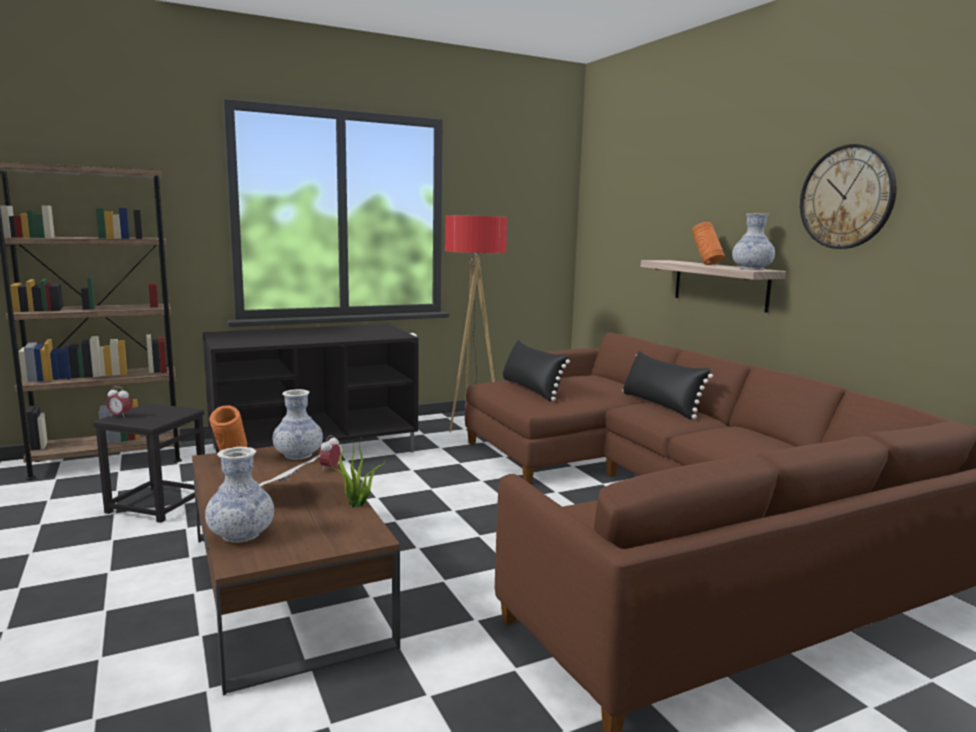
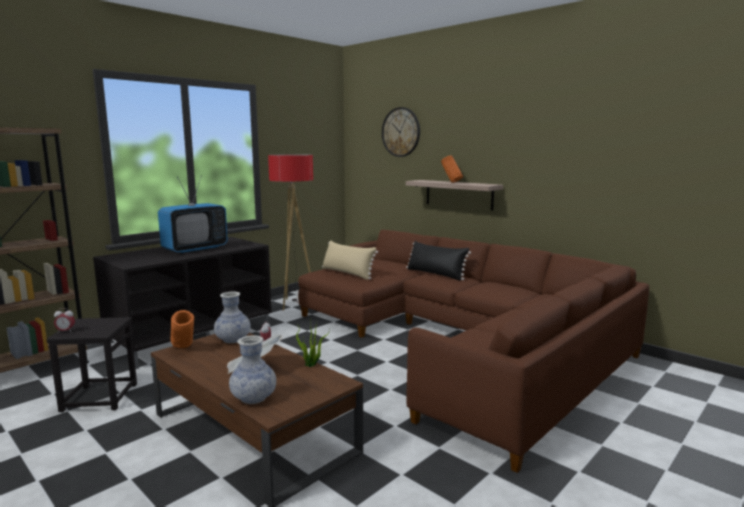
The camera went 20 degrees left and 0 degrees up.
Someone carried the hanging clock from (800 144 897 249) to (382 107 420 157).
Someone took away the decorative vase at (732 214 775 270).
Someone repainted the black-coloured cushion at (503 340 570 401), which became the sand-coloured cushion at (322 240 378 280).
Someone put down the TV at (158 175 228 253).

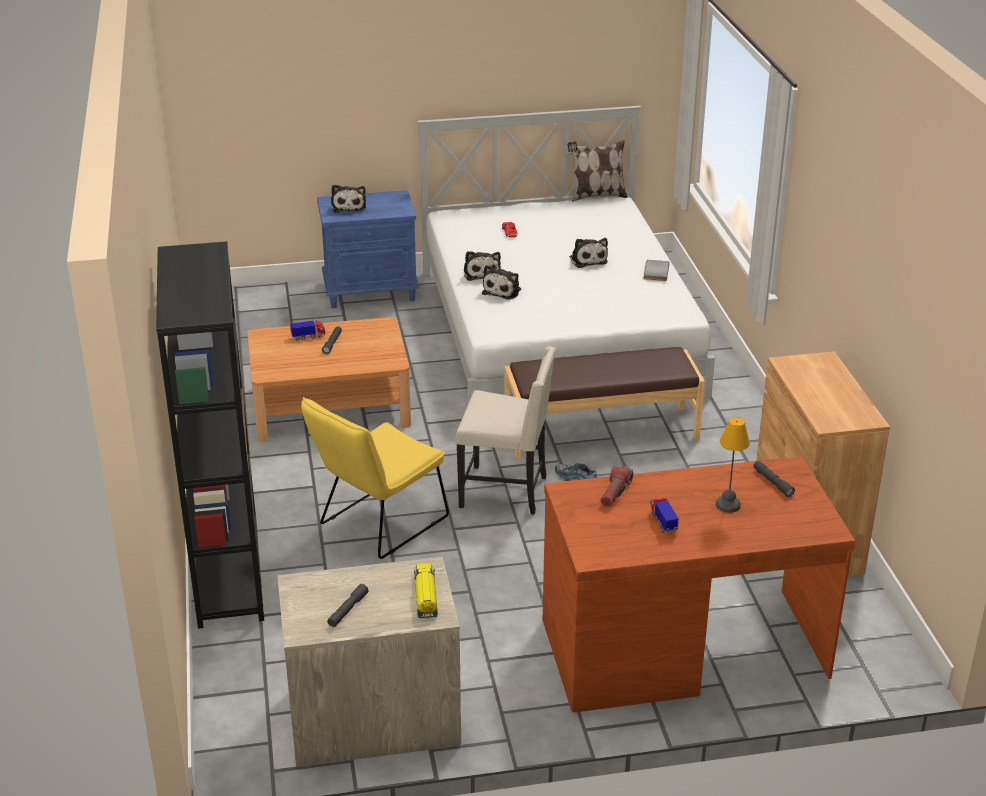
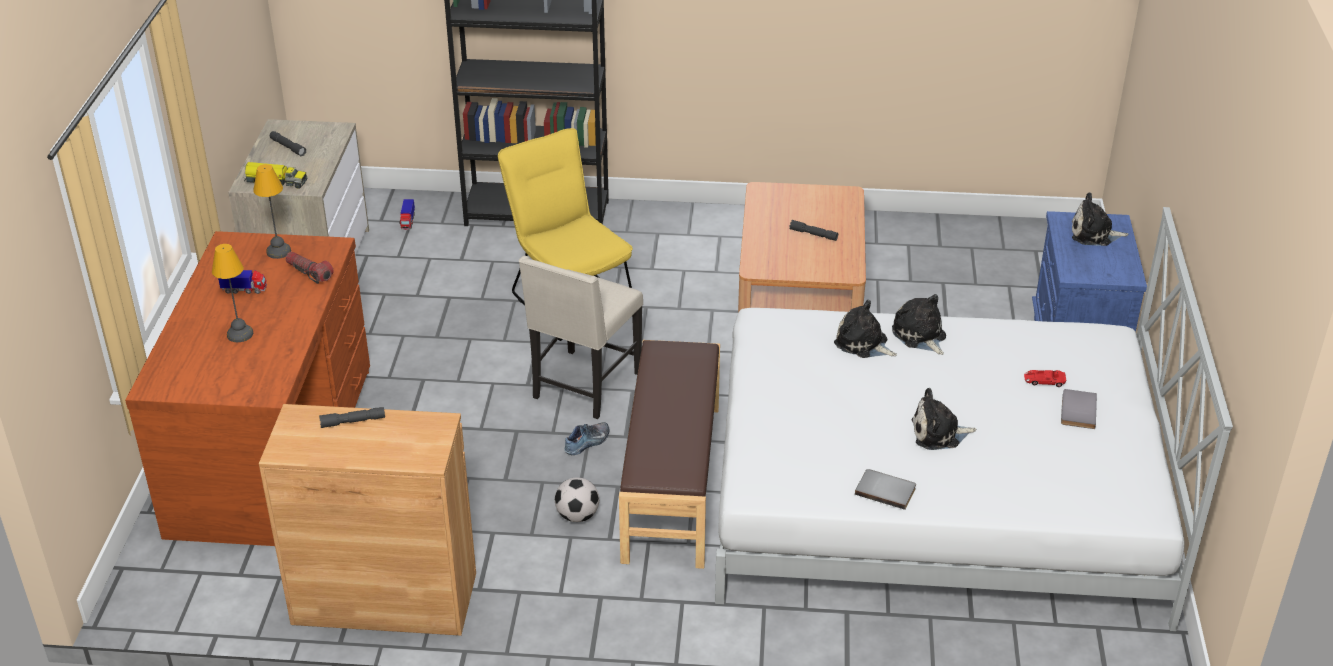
The camera went 105 degrees right and 5 degrees up.
Someone took away the cushion at (567 140 628 202).
Someone rotated the plush toy at (464 251 501 281) by 60 degrees clockwise.
Someone carried the model truck from (290 320 325 341) to (399 199 415 230).
Someone carried the grey flashlight from (753 461 795 497) to (319 407 385 428).
Someone put down the lamp for a table at (253 164 291 259).
Someone put down the grey volume at (1061 389 1097 429).
Someone put down the football ball at (555 478 599 522).

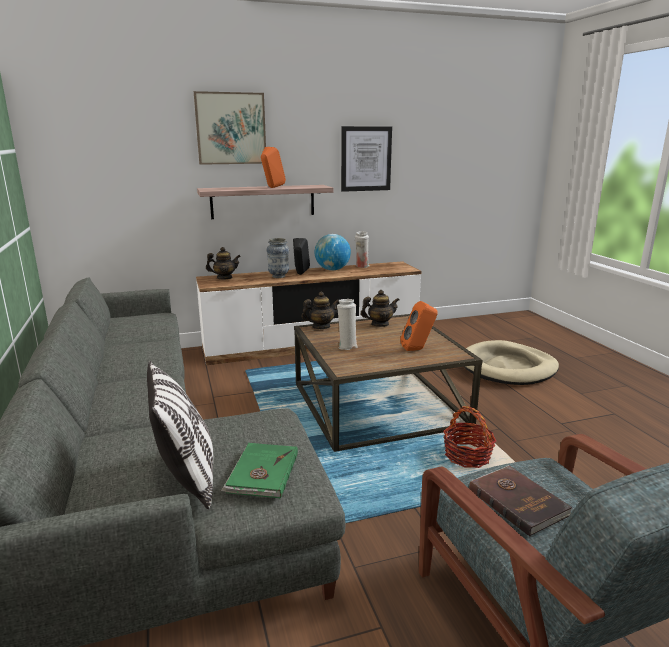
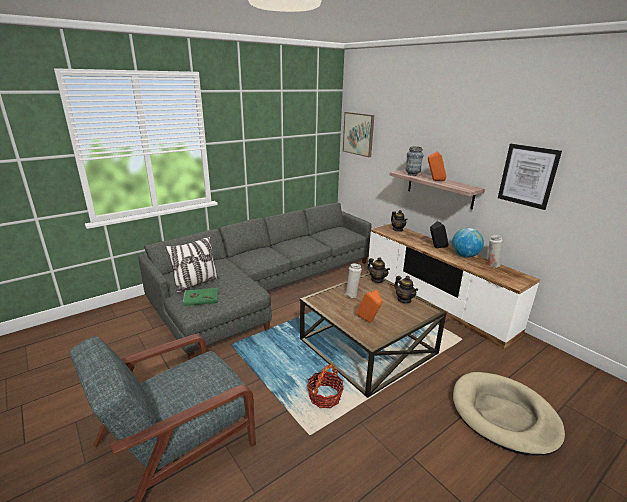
The camera went 70 degrees right and 5 degrees up.
Someone carried the wall art from (194 91 266 165) to (343 112 374 157).
Someone carried the decorative vase from (267 238 289 278) to (405 146 424 176).
Someone took away the brown-coloured volume at (469 465 573 537).

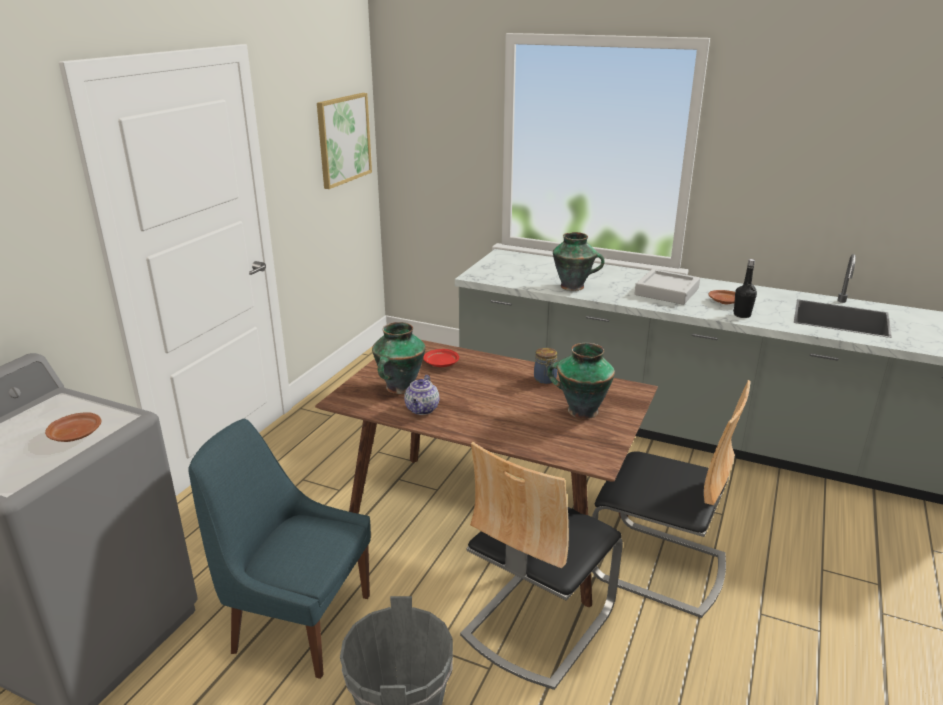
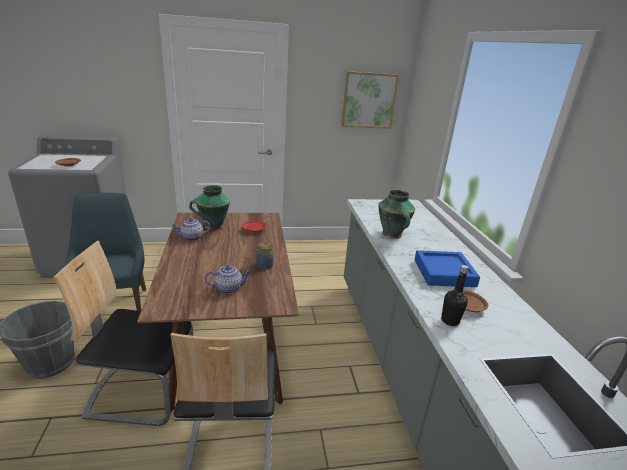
The camera went 55 degrees right and 0 degrees up.
Someone repainted the grey tray at (635 269 700 305), which became the blue tray at (414 250 480 287).
Someone swapped the decorative vase at (547 343 615 419) for the teapot at (205 265 251 294).

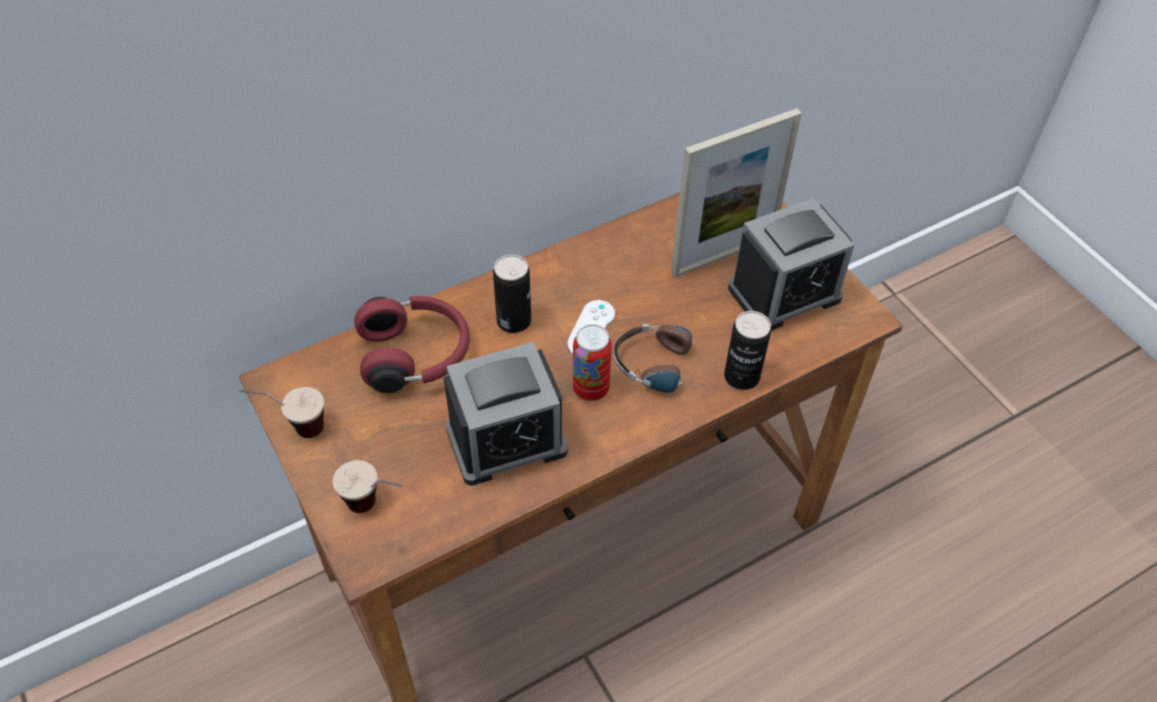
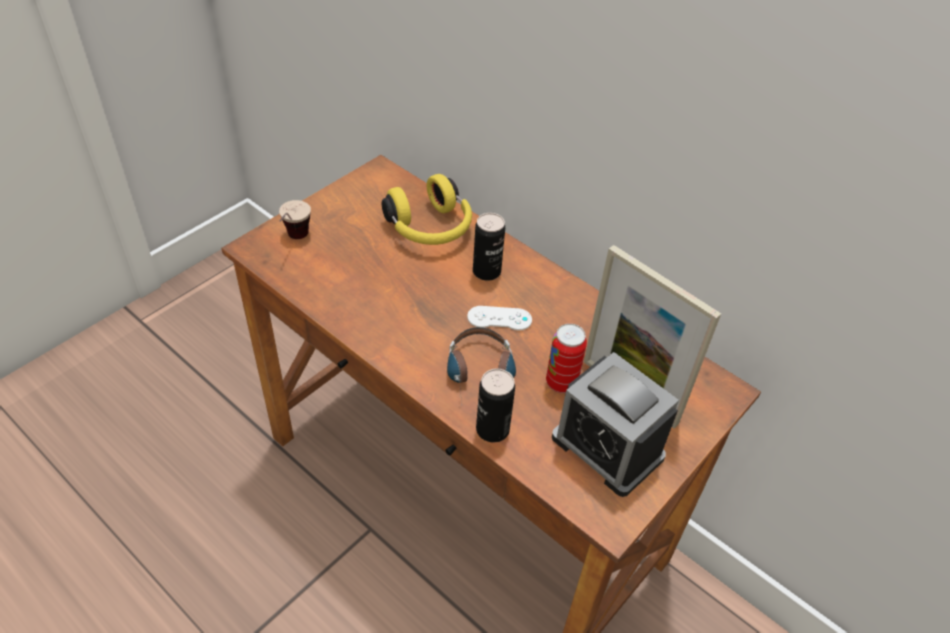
The camera went 70 degrees right and 5 degrees down.
Someone repainted the red headset at (354 296 470 393), which became the yellow headset at (382 174 472 245).
Someone carried the can from (573 324 612 401) to (546 323 587 393).
Someone took away the alarm clock at (443 342 568 486).
Someone took away the drinking cup at (239 387 324 438).

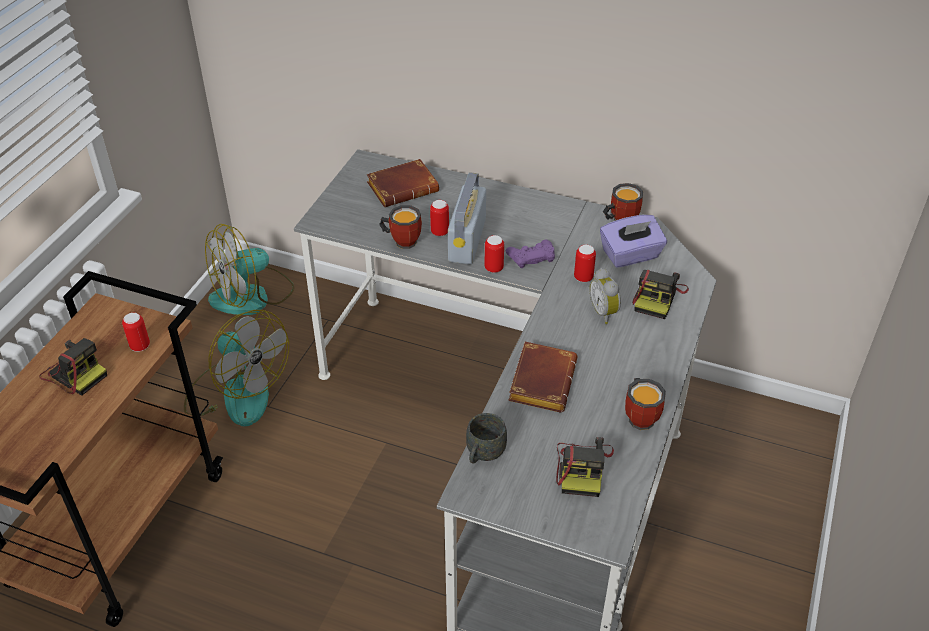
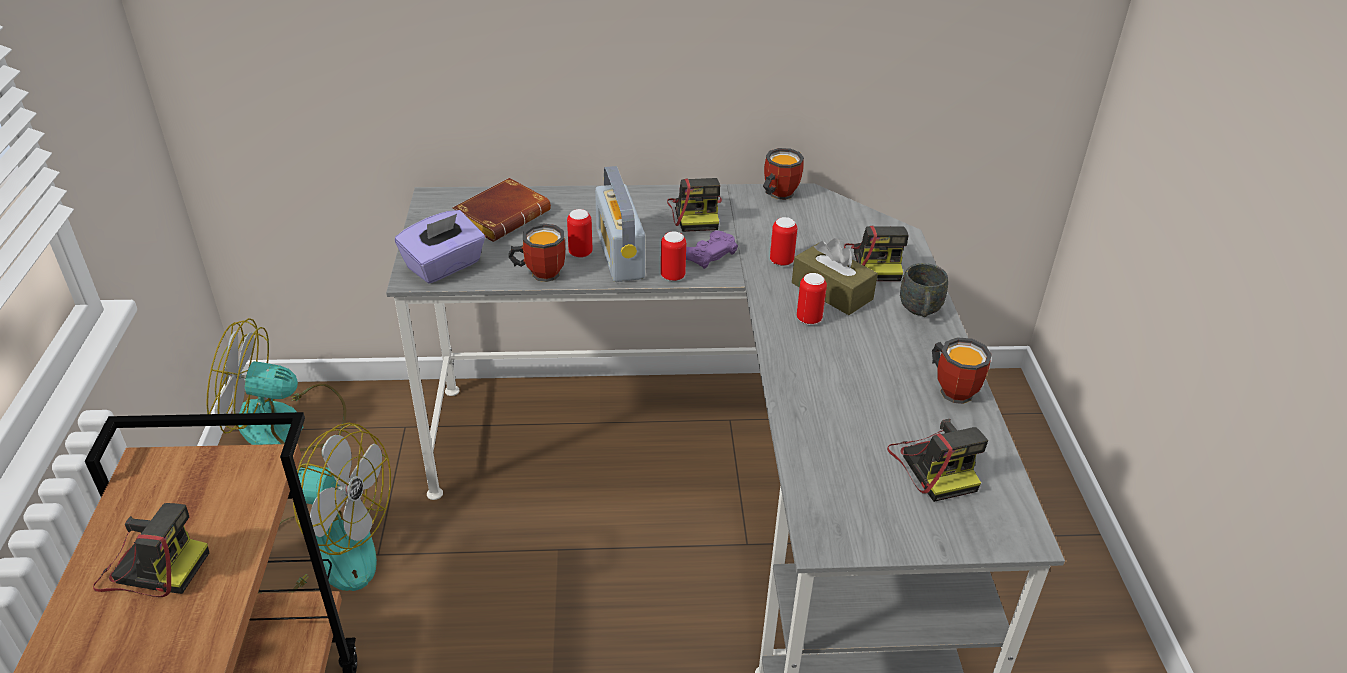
The camera went 25 degrees left and 5 degrees down.
Someone carried the purple-coloured box of tissues from (600 215 667 268) to (395 210 485 284).
Someone rotated the electric fan at (205 224 295 315) by 60 degrees clockwise.
Someone swapped the alarm clock at (589 268 621 324) for the brown-coloured box of tissues at (792 238 878 315).
Someone carried the can from (122 313 150 352) to (797 273 827 325).
Someone took away the brown-coloured volume at (508 342 577 412).
Someone carried the grey mug from (466 413 507 463) to (900 263 948 317).
Someone put down the photo camera at (667 178 722 232).

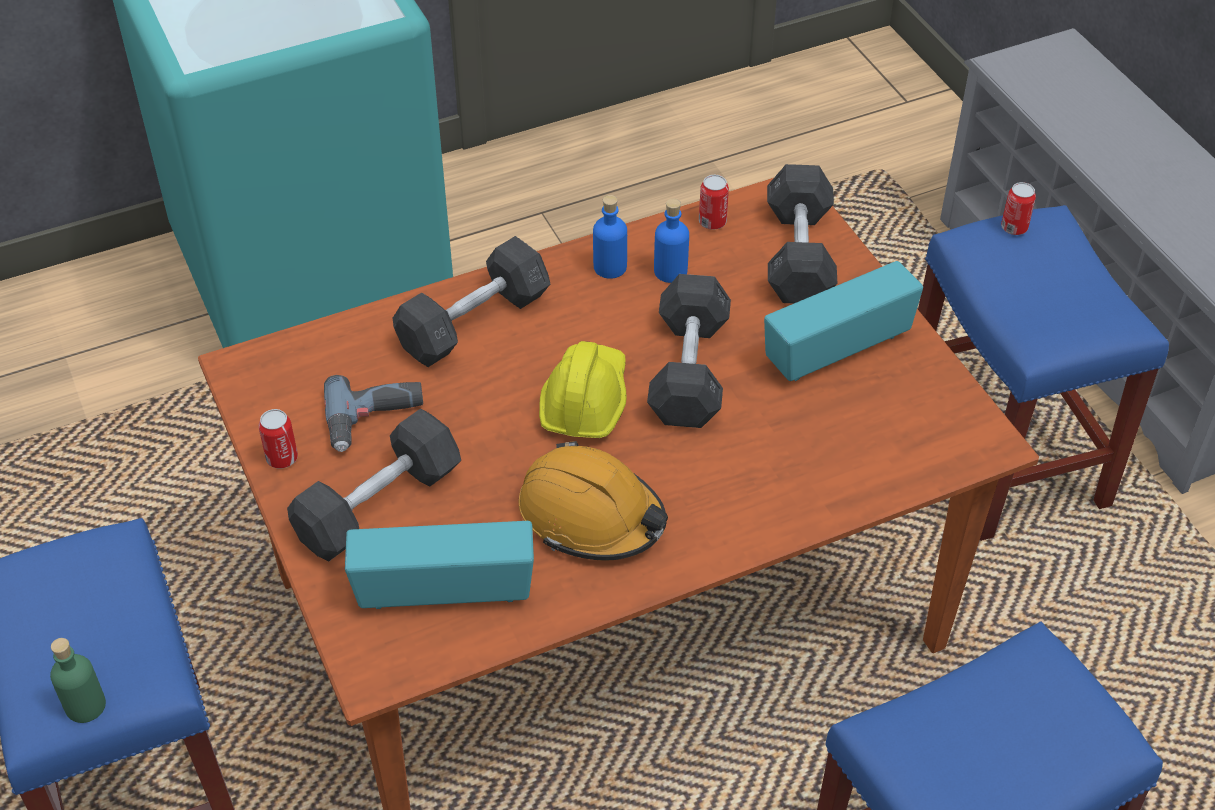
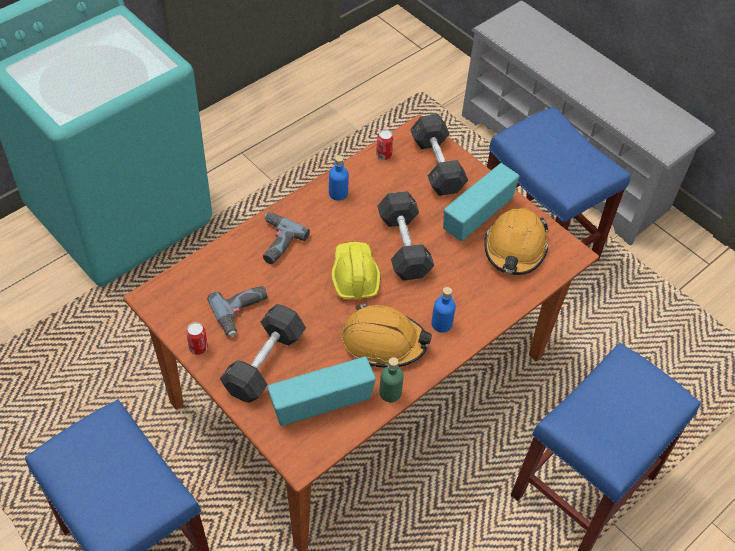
The camera went 20 degrees left and 5 degrees up.
Someone took away the can at (1001 182 1036 235).
Someone carried the blue drink bottle from (654 199 689 283) to (431 287 456 333).
Someone swapped the grey free weight at (393 236 550 367) for the drill at (263 212 310 264).
Someone carried the green drink bottle from (50 638 106 723) to (379 357 404 402).
Someone put down the orange hard hat at (484 208 548 275).

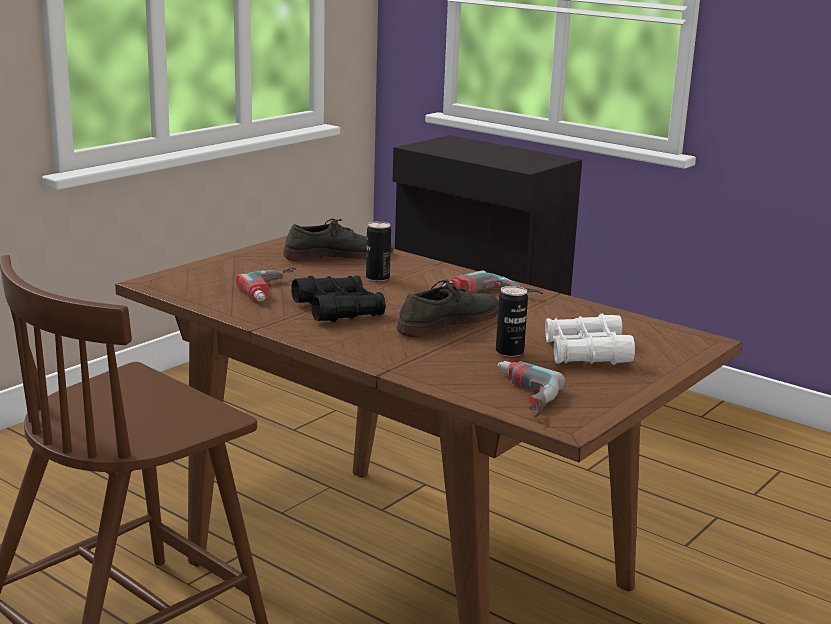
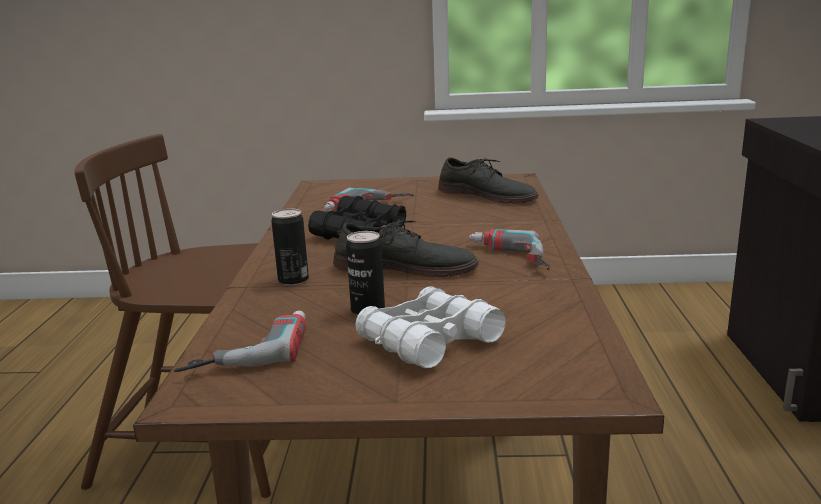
The camera went 55 degrees right and 0 degrees up.
Someone carried the can from (366 221 391 281) to (271 209 309 285).

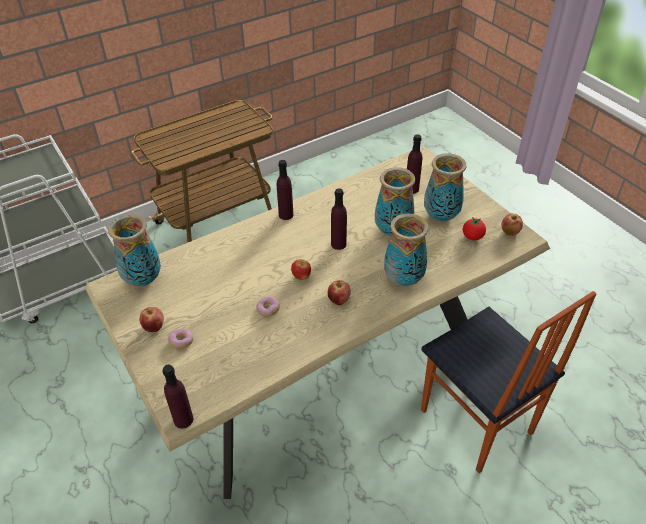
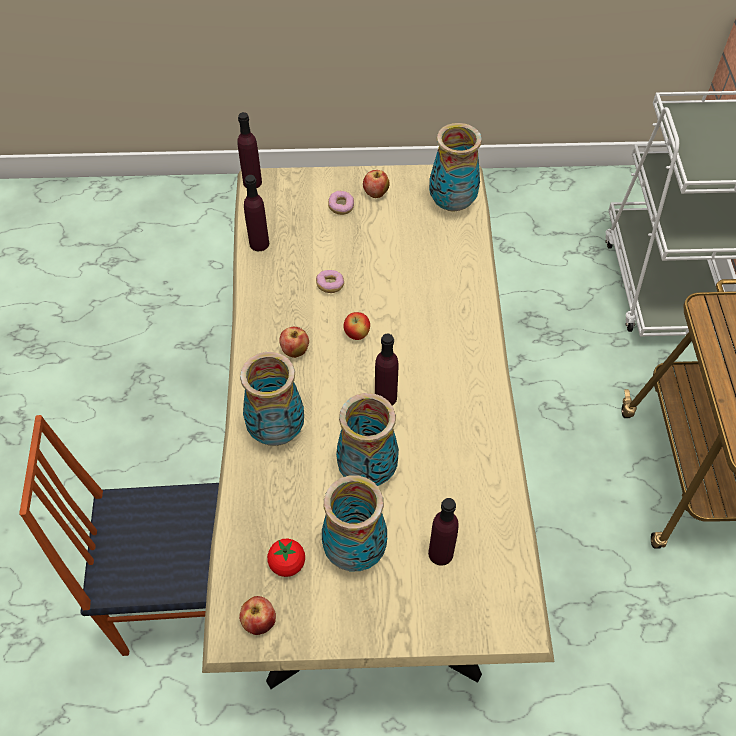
The camera went 120 degrees right and 10 degrees up.
Someone carried the purple-coloured drink bottle from (277 160 293 220) to (244 175 269 251).

